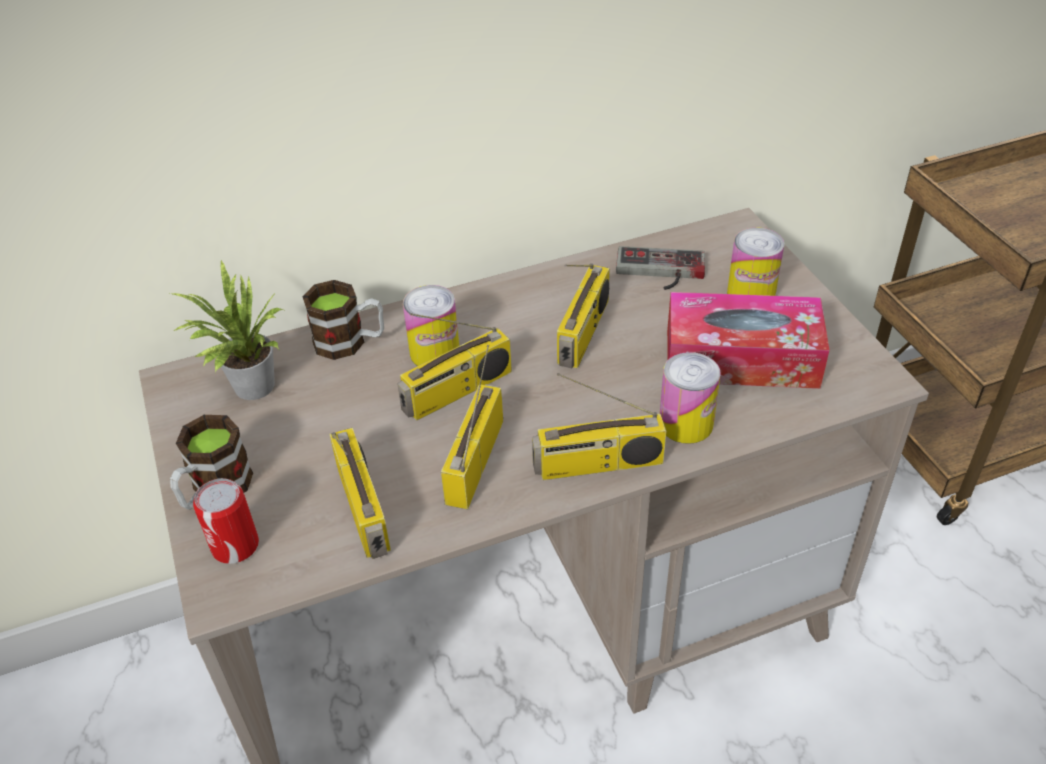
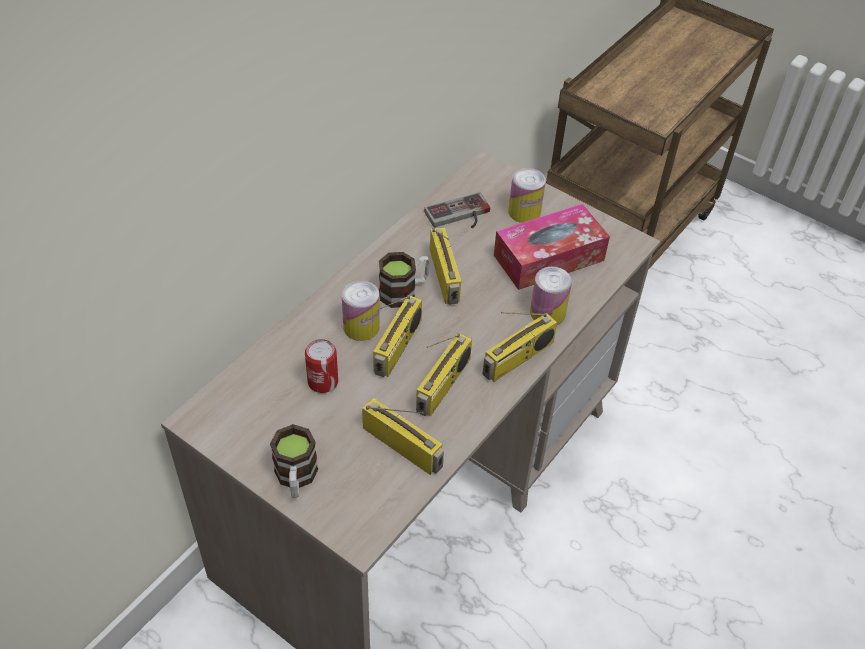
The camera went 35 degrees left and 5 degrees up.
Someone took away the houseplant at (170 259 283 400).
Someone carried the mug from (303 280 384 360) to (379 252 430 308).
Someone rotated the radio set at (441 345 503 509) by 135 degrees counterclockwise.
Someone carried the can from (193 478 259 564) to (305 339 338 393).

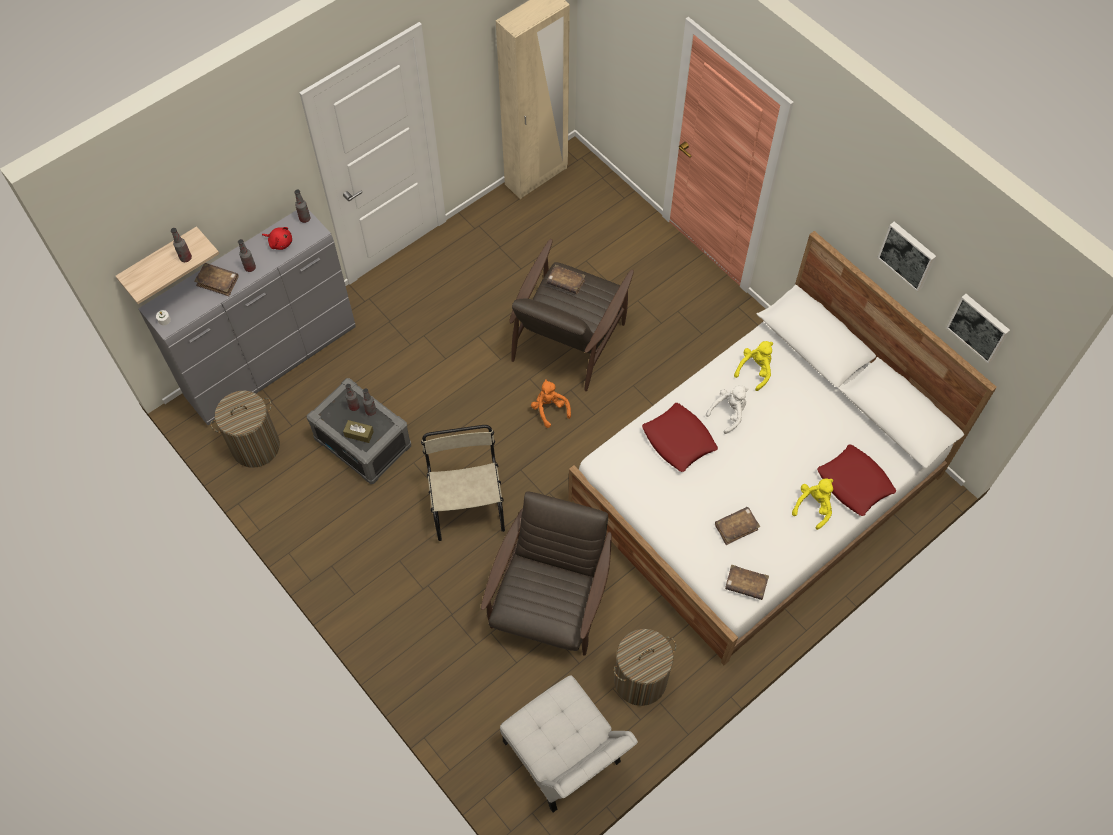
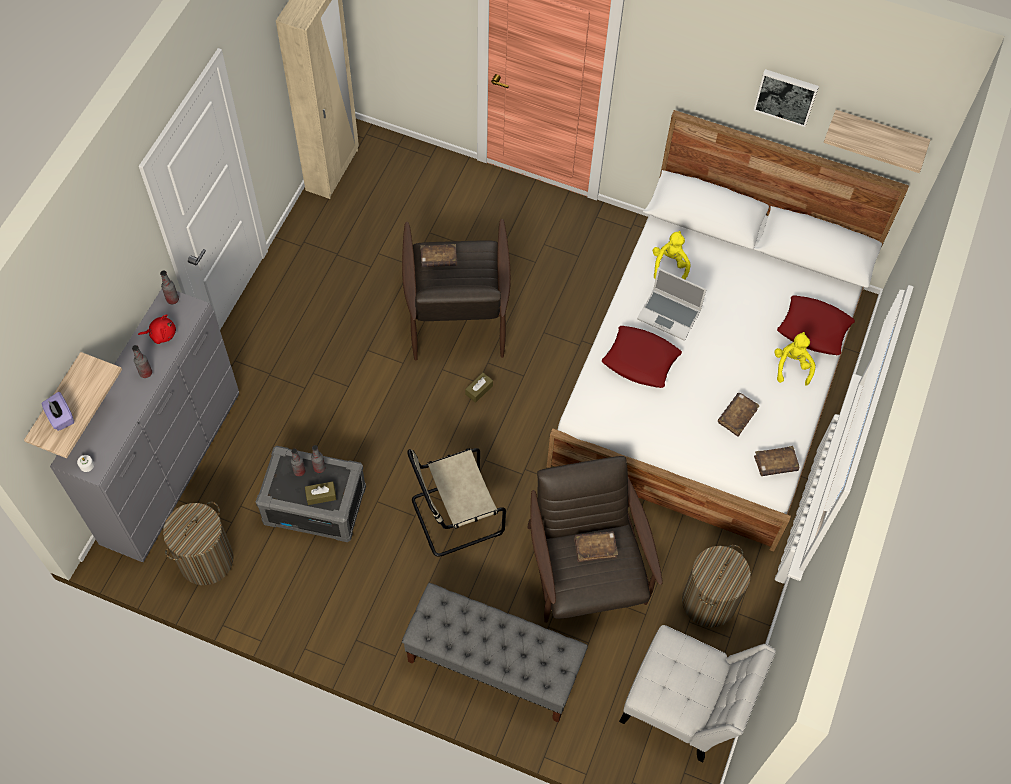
The camera went 30 degrees left and 0 degrees up.
Someone took away the drink bottle at (171 228 192 262).
Someone carried the brown-coloured volume from (194 263 239 296) to (574 531 618 562).
Someone swapped the wall art at (946 294 1010 364) for the shelf at (824 110 931 173).
Someone swapped the orange plush toy at (531 379 571 428) for the brown-coloured box of tissues at (465 373 493 403).
Someone swapped the whitish plush toy at (706 385 749 434) for the notebook computer at (637 268 707 341).
Someone rotated the sand-coloured chair at (421 425 505 541) by 75 degrees counterclockwise.
Someone put down the purple-coloured box of tissues at (41 392 74 431).
Someone put down the grey indoor bench at (402 583 588 723).

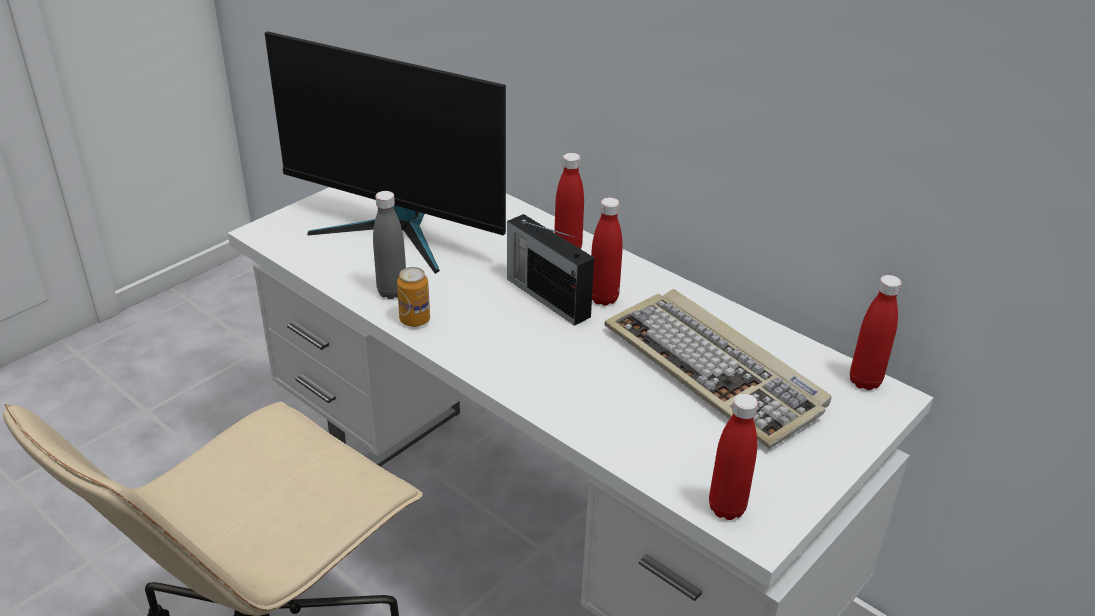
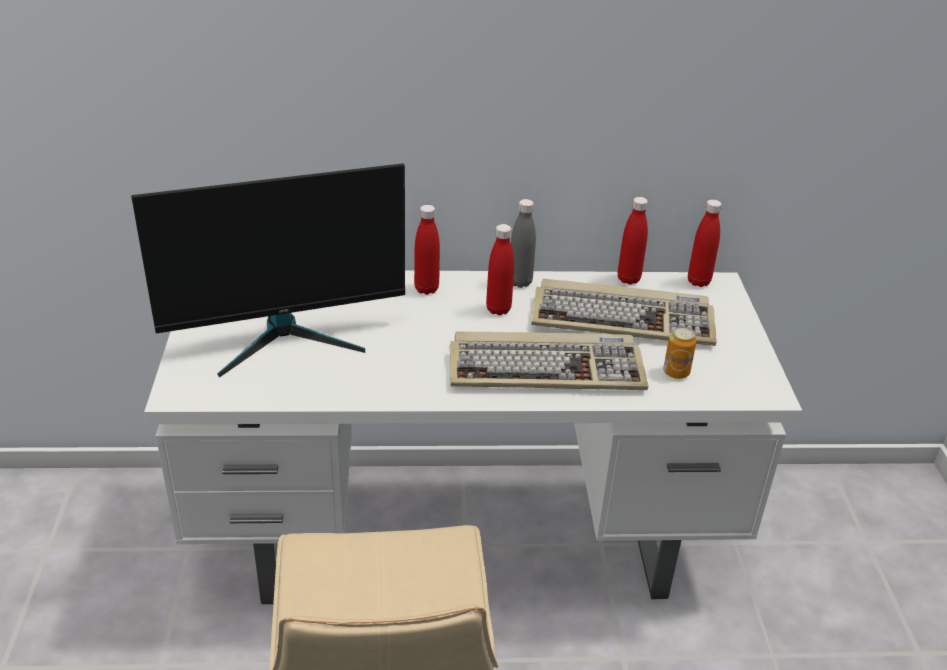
The camera went 45 degrees left and 0 degrees up.
Someone carried the grey drink bottle from (373 191 406 299) to (511 199 536 288).
Someone took away the radio set at (507 214 594 326).
Someone carried the can from (397 267 430 327) to (663 327 697 379).
Someone carried the red drink bottle from (709 394 758 520) to (618 197 648 284).
Someone put down the keyboard at (450 331 648 390).

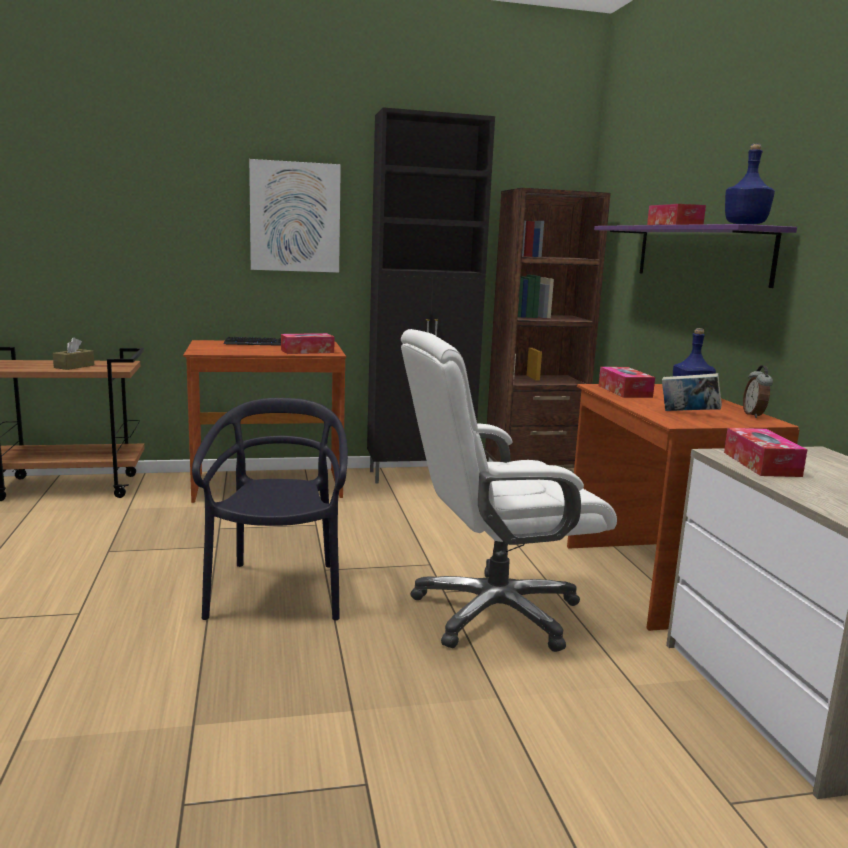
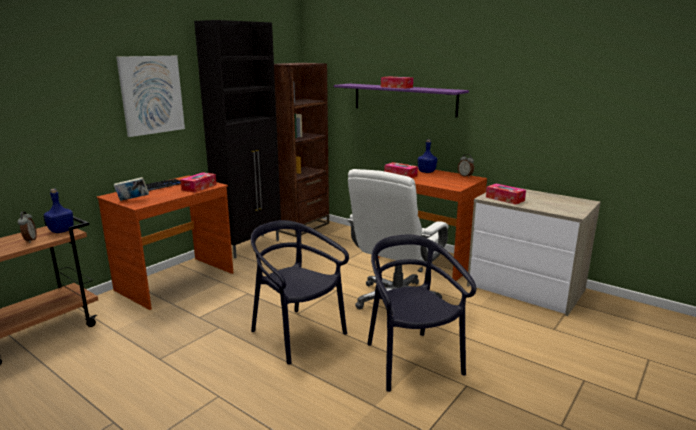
The camera went 40 degrees left and 5 degrees up.
Someone carried the blue drink bottle from (725 144 775 225) to (44 189 73 233).
Someone swapped the brown-coloured box of tissues at (53 337 94 370) for the alarm clock at (18 211 37 243).
Someone carried the volume from (662 373 722 411) to (114 177 149 201).
Someone put down the black-coloured chair at (367 234 476 392).

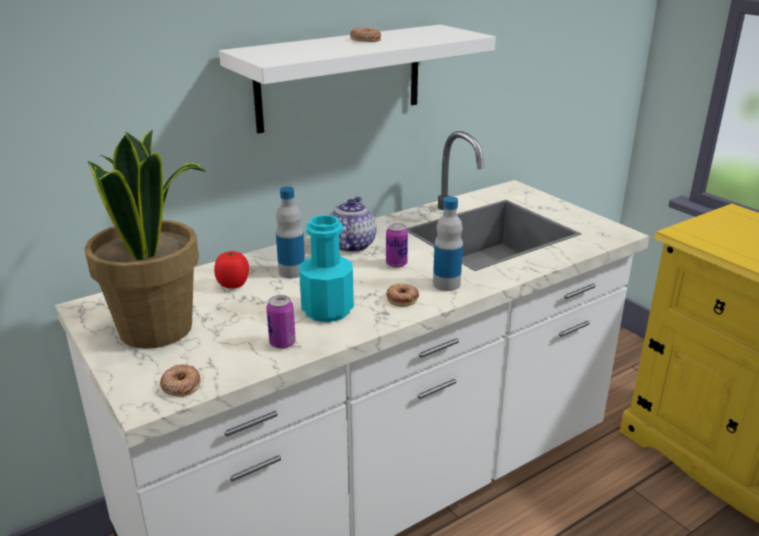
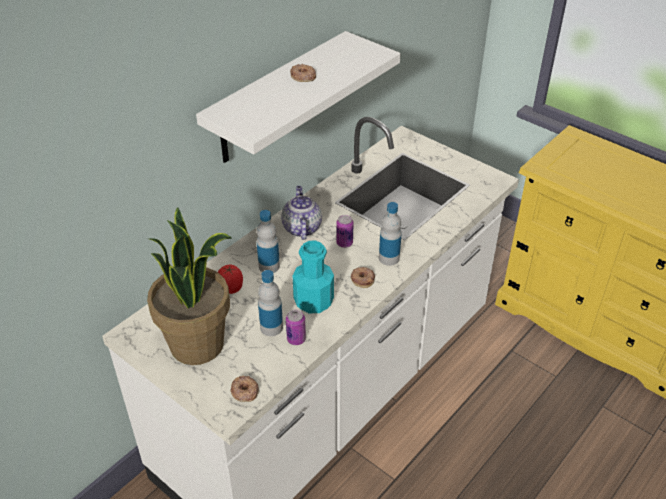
The camera went 15 degrees left and 15 degrees up.
Someone put down the drink bottle at (258 270 283 336).

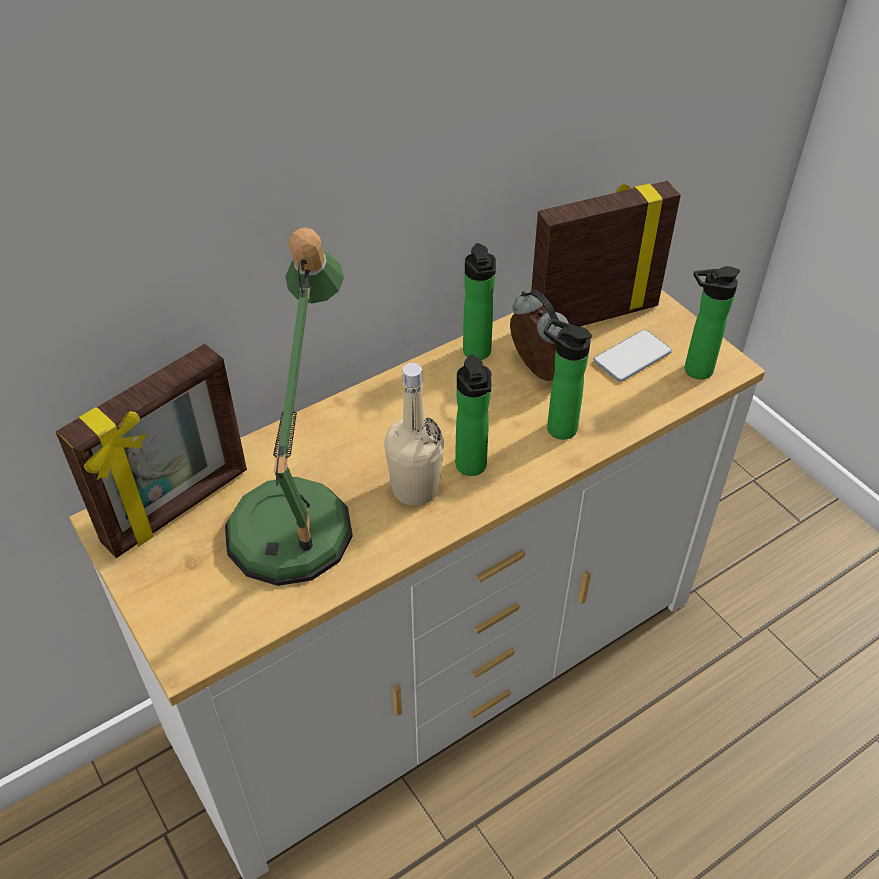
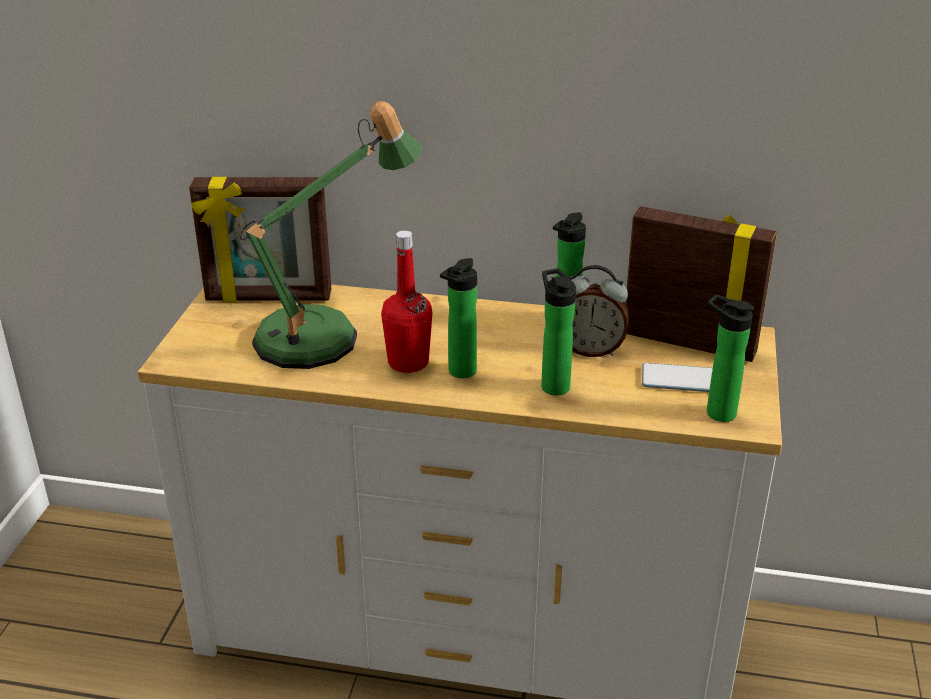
The camera went 45 degrees right and 15 degrees down.
Someone rotated the alarm clock at (510 290 569 381) by 90 degrees clockwise.
Someone repainted the sand-coloured drink bottle at (384 363 444 506), which became the red drink bottle at (381 231 432 373).

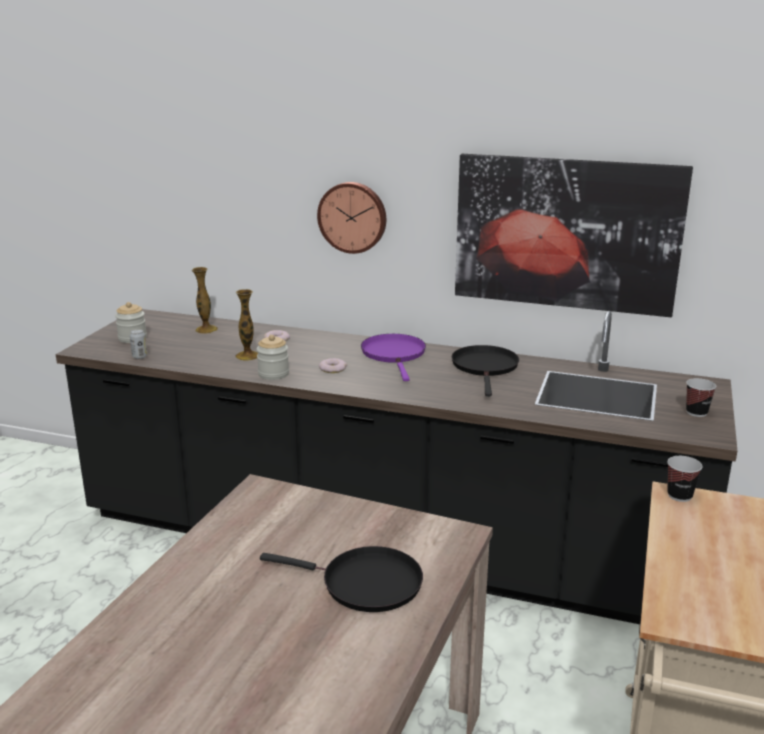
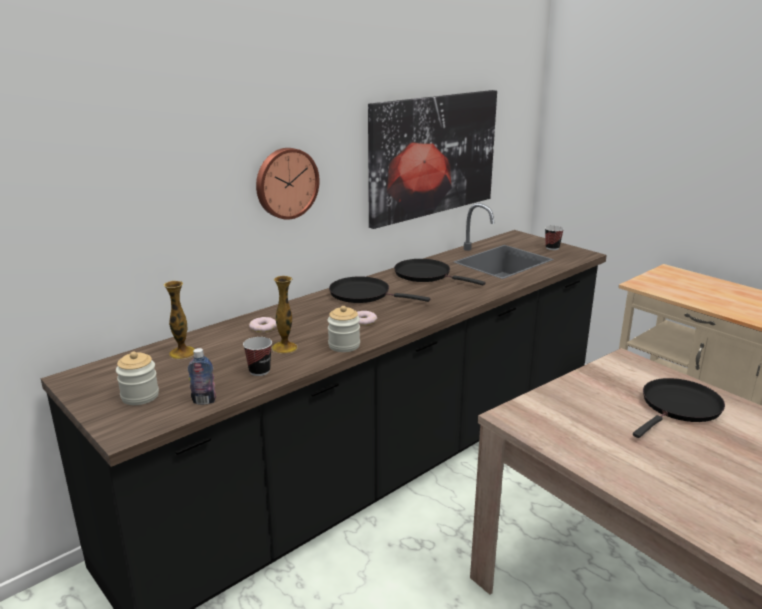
The camera went 60 degrees left and 0 degrees up.
Someone swapped the can at (130 329 147 359) for the drink bottle at (188 348 216 405).
Someone repainted the purple-coloured skillet at (361 334 426 381), which became the black-coloured skillet at (329 276 430 303).
Someone carried the drinking cup from (667 456 703 502) to (243 337 272 376).

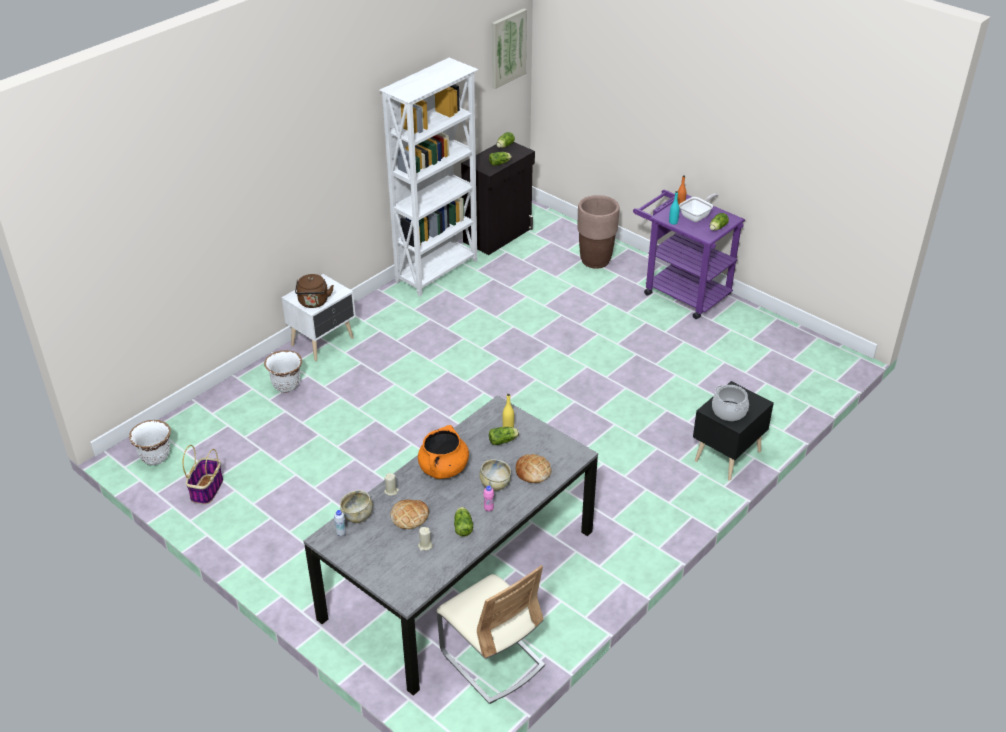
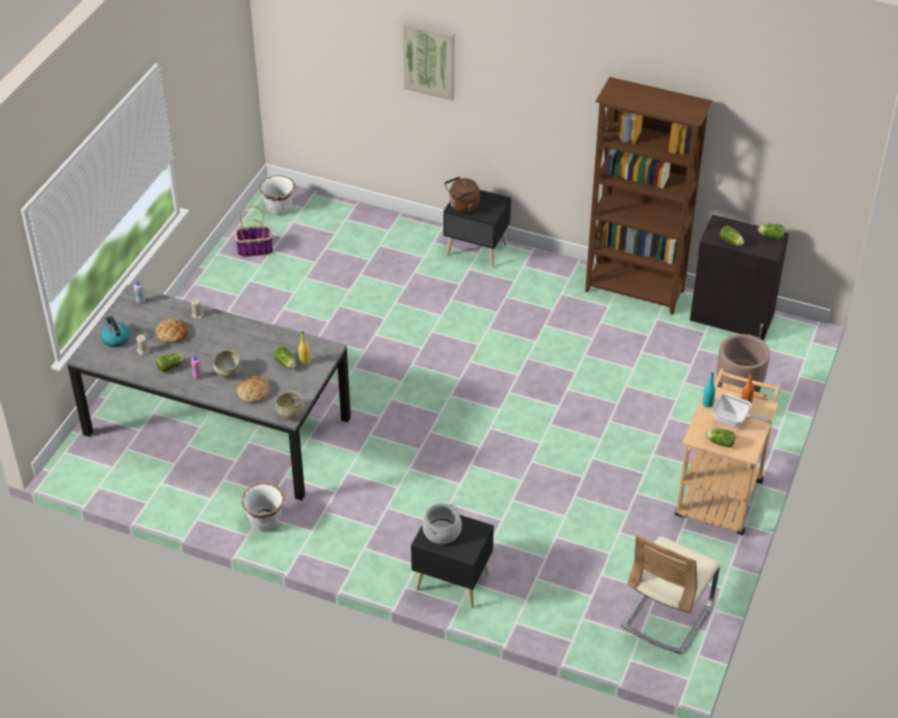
The camera went 70 degrees right and 5 degrees up.
Someone carried the wall art from (492 9 527 89) to (403 22 454 101).
Someone repainted the whitish shelving unit at (379 58 479 296), which became the brown-coloured shelving unit at (585 77 713 315).
Someone repainted the purple-coloured wheeled cart at (633 190 745 319), which became the sand-coloured wheeled cart at (675 369 780 536).
Someone repainted the whitish nightstand at (282 274 356 361), which became the black-coloured nightstand at (443 190 511 267).
Someone carried the whitish flower pot from (264 350 302 393) to (241 483 285 531).
Someone took away the orange cooking pot at (418 425 469 479).
Someone carried the sand-coloured deep dish from (340 490 373 523) to (275 391 304 420).
Someone carried the sand-coloured chair from (437 565 545 704) to (621 535 720 654).
Someone put down the water kettle at (101 316 130 347).

